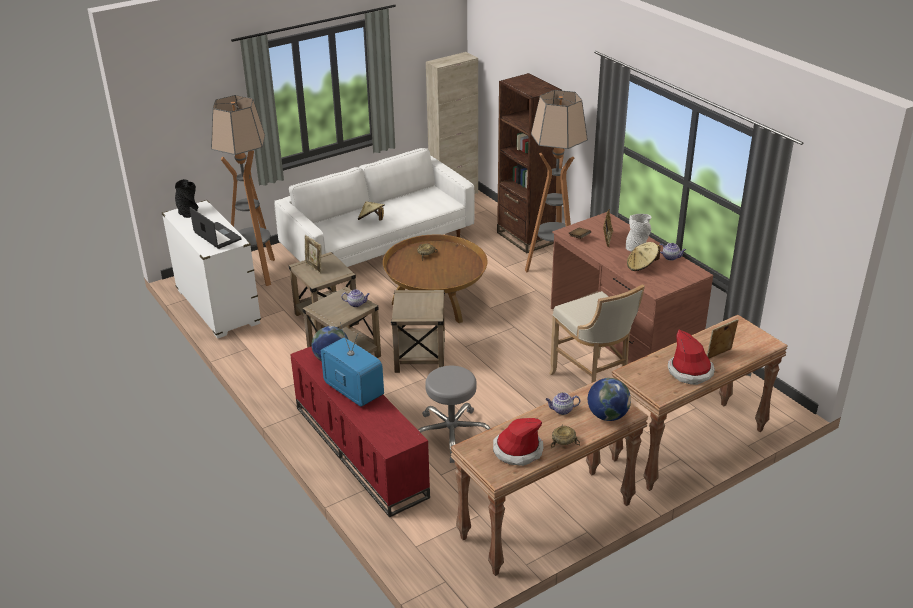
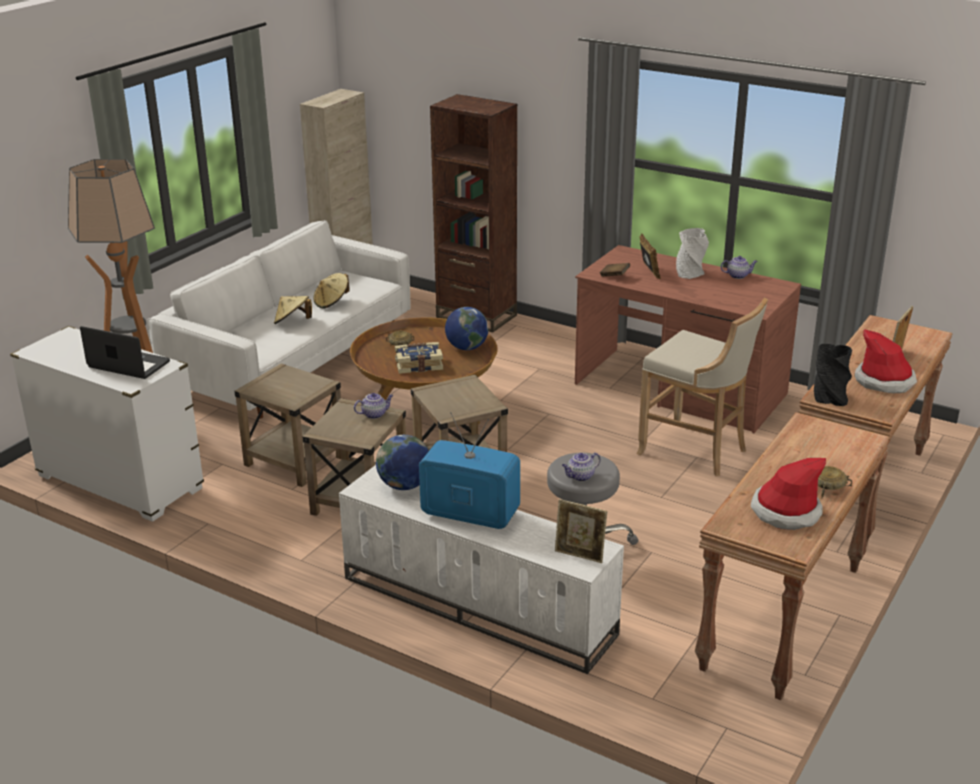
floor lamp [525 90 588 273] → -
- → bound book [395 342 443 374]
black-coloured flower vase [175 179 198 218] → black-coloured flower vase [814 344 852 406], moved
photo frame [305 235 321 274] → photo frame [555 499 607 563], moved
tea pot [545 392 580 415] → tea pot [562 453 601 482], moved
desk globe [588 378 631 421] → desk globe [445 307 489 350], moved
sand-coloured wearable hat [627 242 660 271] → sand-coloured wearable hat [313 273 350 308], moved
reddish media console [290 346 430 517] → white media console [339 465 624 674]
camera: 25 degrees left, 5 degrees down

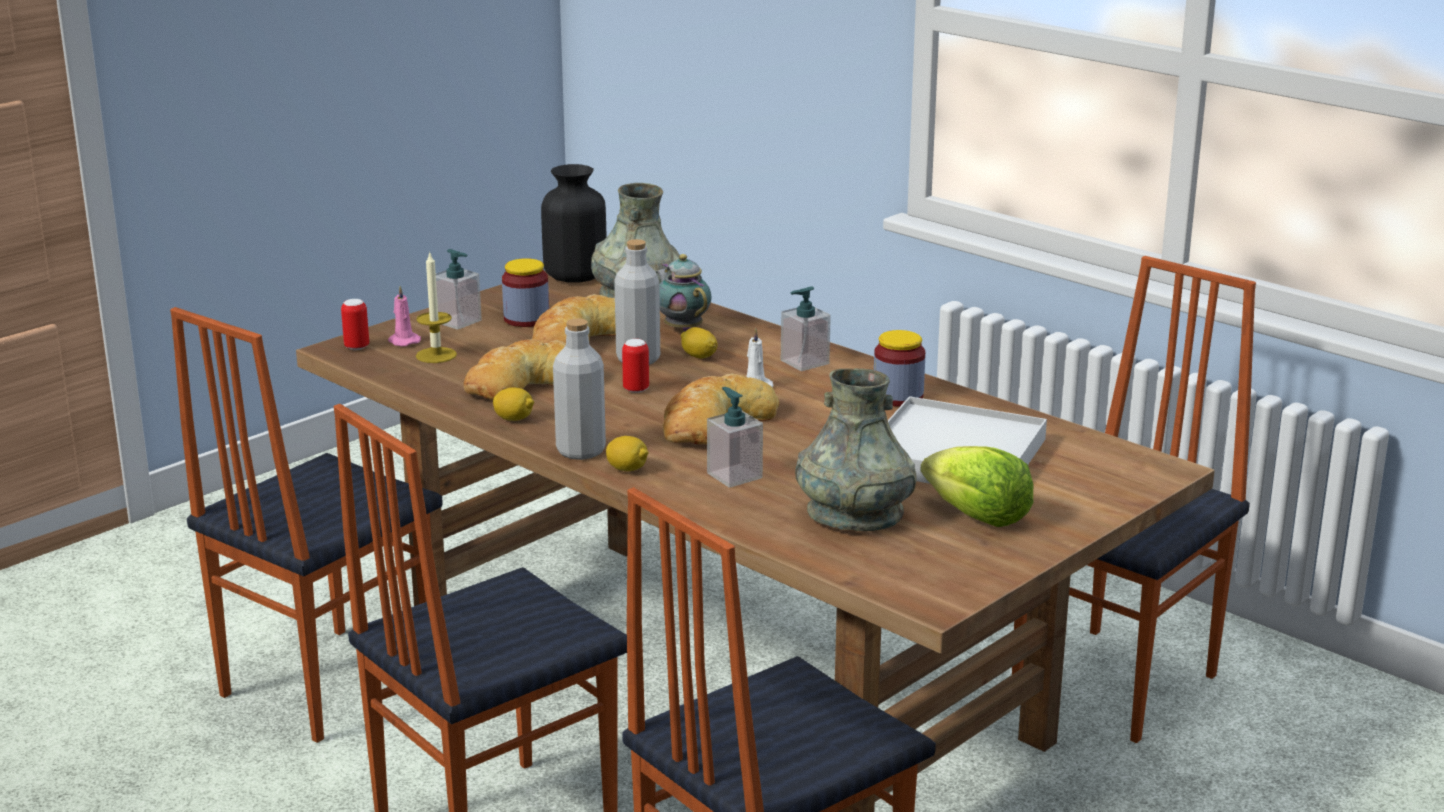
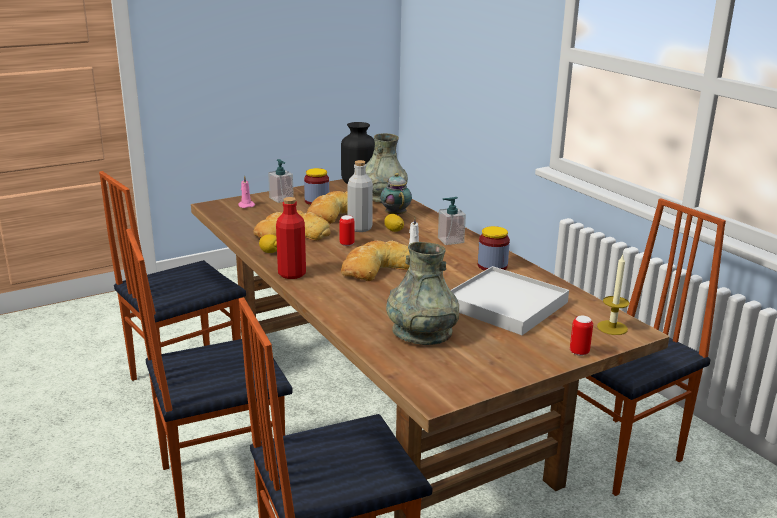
lemon [606 436 649 471] → -
soap dispenser [707 387 763 488] → -
head of lettuce [920 446 1034 527] → -
metal can [341 299 369 350] → metal can [570 316 593 356], moved
candle [416 253 457 363] → candle [597 255 629 335], moved
gray drink bottle [553 318 606 460] → reddish drink bottle [276 197 306 279]
camera: 15 degrees right, 0 degrees up

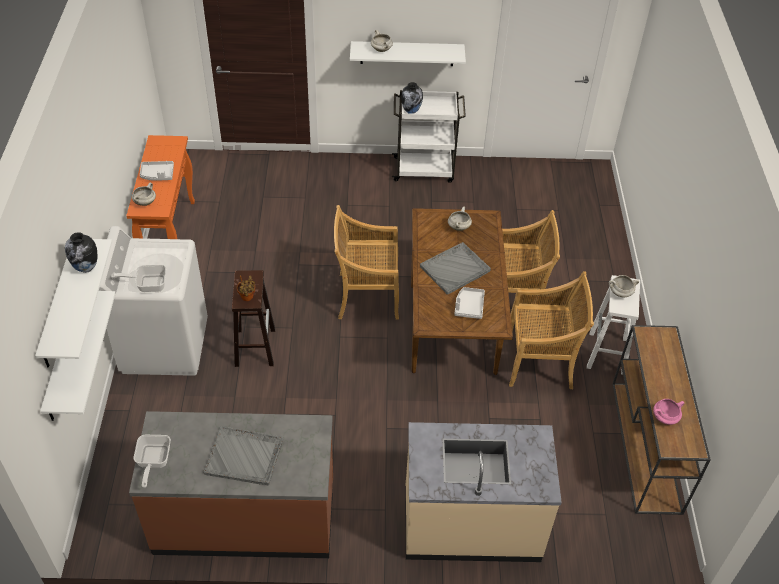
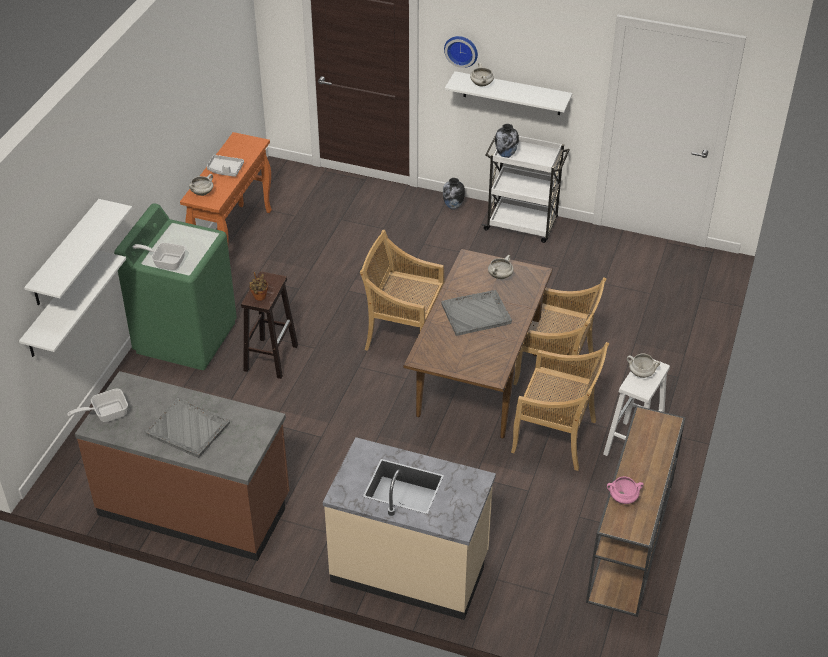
gray serving tray [454 287 485 319] → -
- → clock on the wall [444 36 478 68]
flower vase [65 232 98 273] → flower vase [443 178 465 210], moved
white washing machine [99 226 208 376] → green washing machine [114 203 237 370]
frying pan [134 435 171 488] → frying pan [67 389 128 422], 45 degrees clockwise
camera: 20 degrees right, 5 degrees down

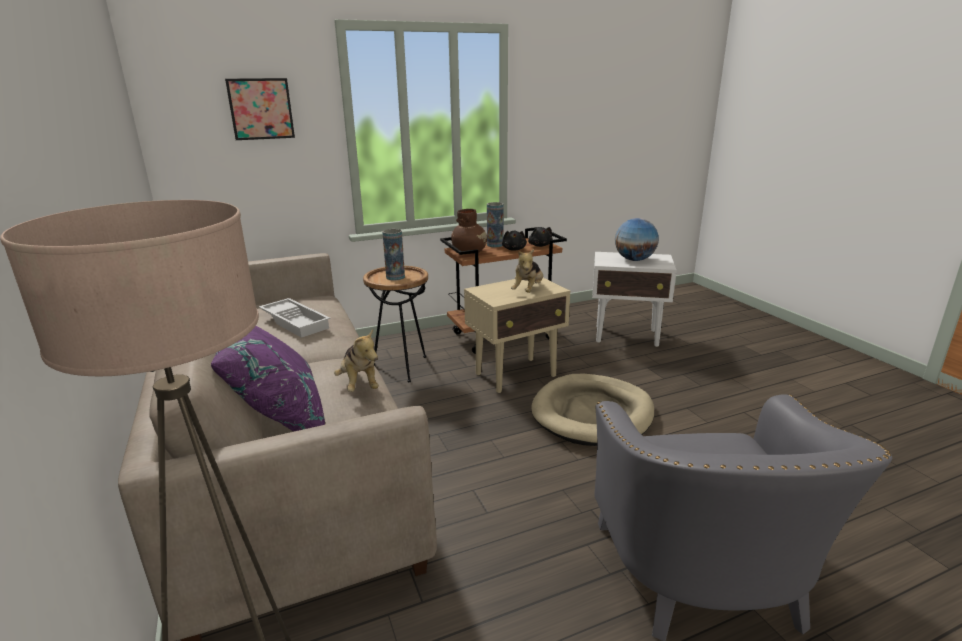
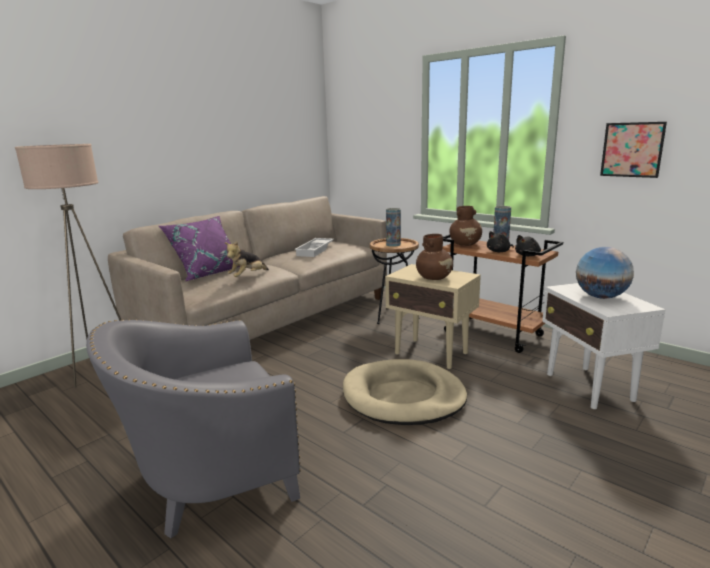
picture [225 78 295 140] → picture [600 122 667 178], moved
plush toy [511 249 543 293] → brown flower vase [416 234 453 280]
camera: 65 degrees right, 5 degrees down

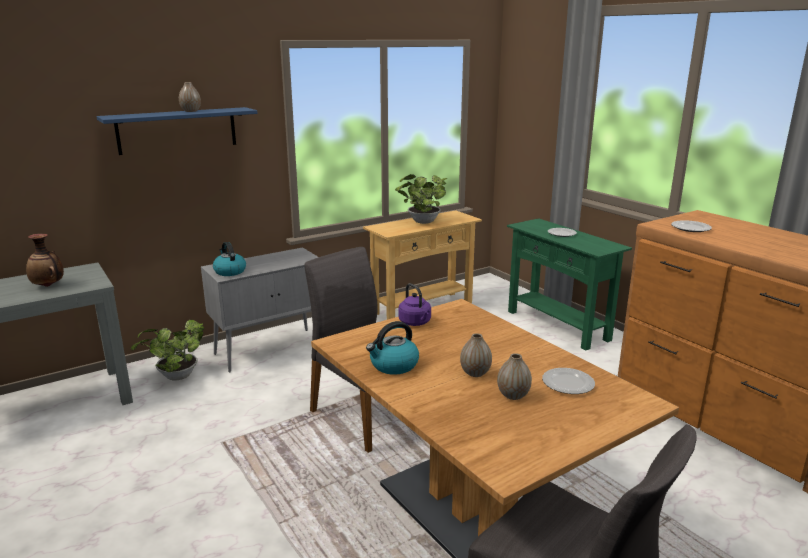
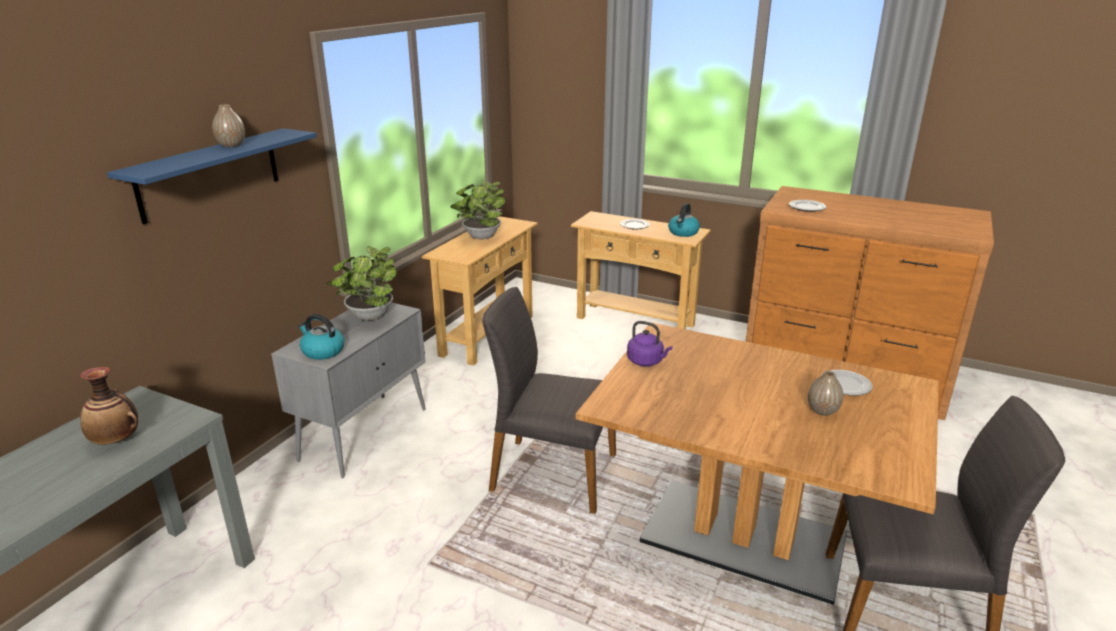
flower vase [460 333 492 377] → -
houseplant [131 320 204 380] → houseplant [327 246 397 321], moved
kettle [366 321 419 375] → kettle [668 203 700 237], moved
green narrow table [507 218 632 350] → sand-coloured narrow table [571 211 711 329]
camera: 30 degrees left, 5 degrees up

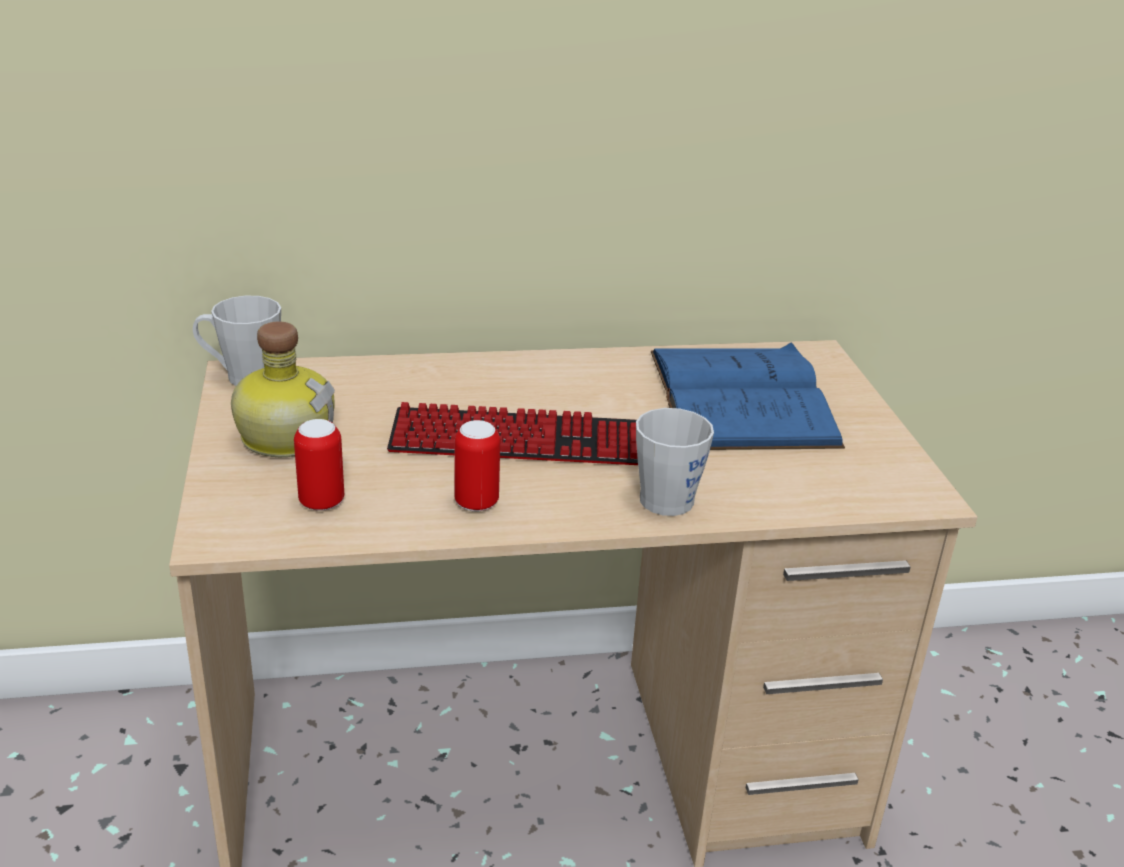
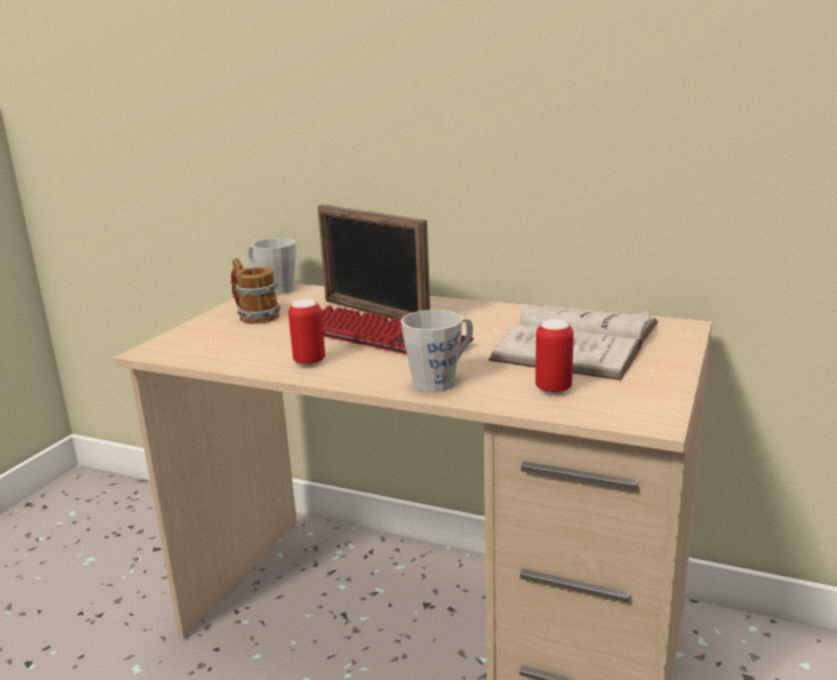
- → photo frame [318 205 430 320]
metal can [294 419 344 511] → metal can [535 319 574 394], moved
drink bottle [231 321 335 457] → mug [231 258 281 324]
blue bound book [651 342 845 450] → white bound book [488 305 658 380]
camera: 35 degrees right, 10 degrees down

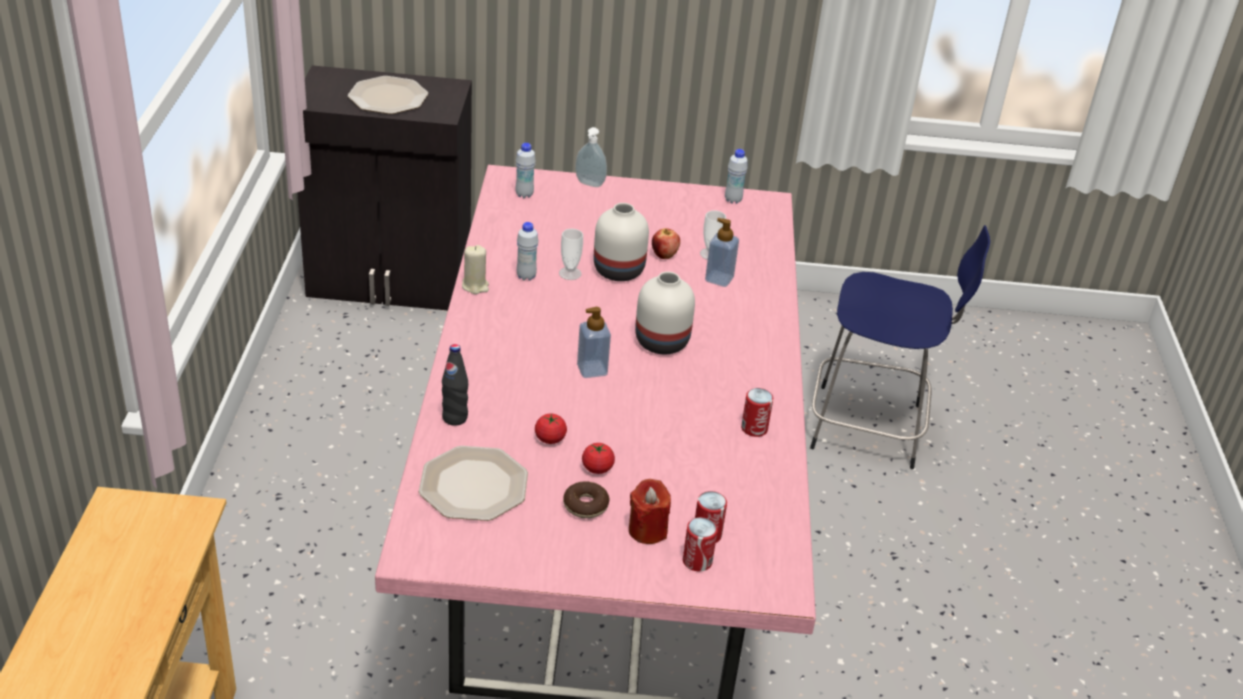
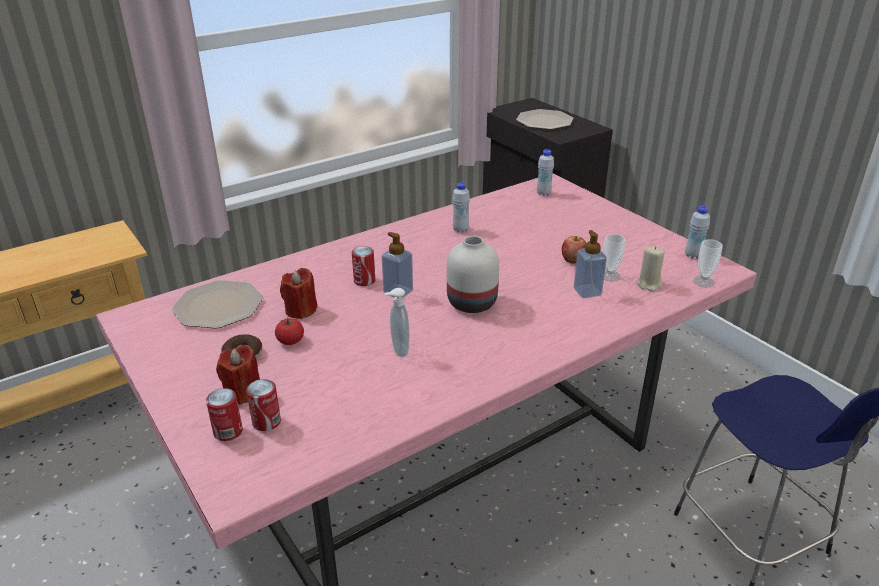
black-coloured drink bottle [442 344 468 426] → -
white flower vase [594 203 649 281] → -
sand-coloured candle [462 245 489 294] → sand-coloured candle [636 246 664 292], moved
drinking cup [559 229 583 280] → drinking cup [693 239 723 288], moved
soap dispenser [575 127 607 187] → soap dispenser [385 288 410 357], moved
metal can [741 388 773 437] → metal can [352 246 375 286], moved
tomato [535 413 567 444] → reddish candle [280 268 317 319]
camera: 55 degrees right, 5 degrees down

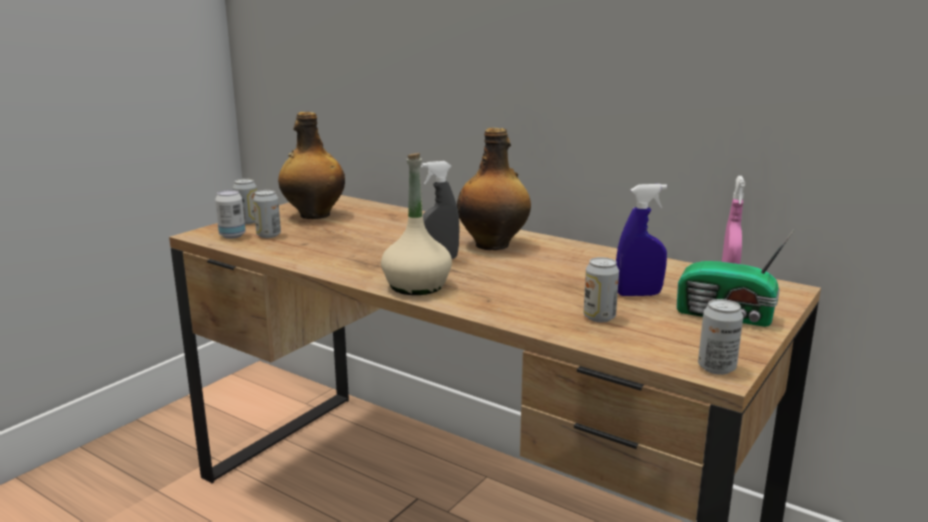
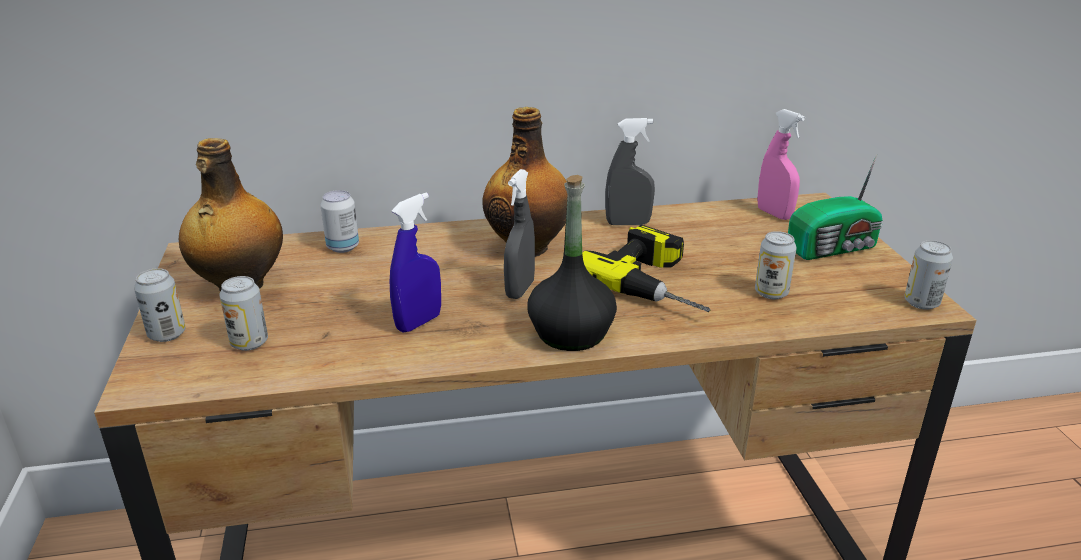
- → electric drill [582 225 710 312]
- → gray sprayer [605 118 655 225]
metal can [215 190 246 239] → metal can [320 190 359 253], moved
blue sprayer [616 184 667 296] → blue sprayer [390 193 441 333], moved
sand-coloured drink bottle [381 153 452 295] → black-coloured drink bottle [528 175 617 351]
camera: 45 degrees left, 10 degrees up

